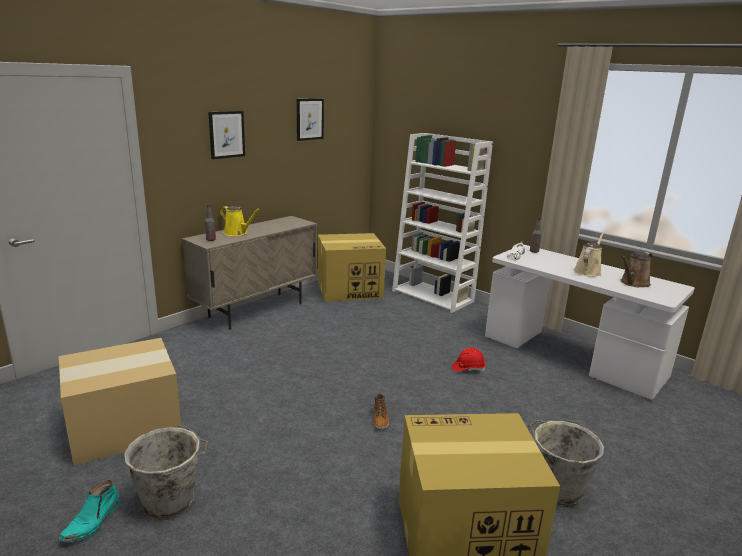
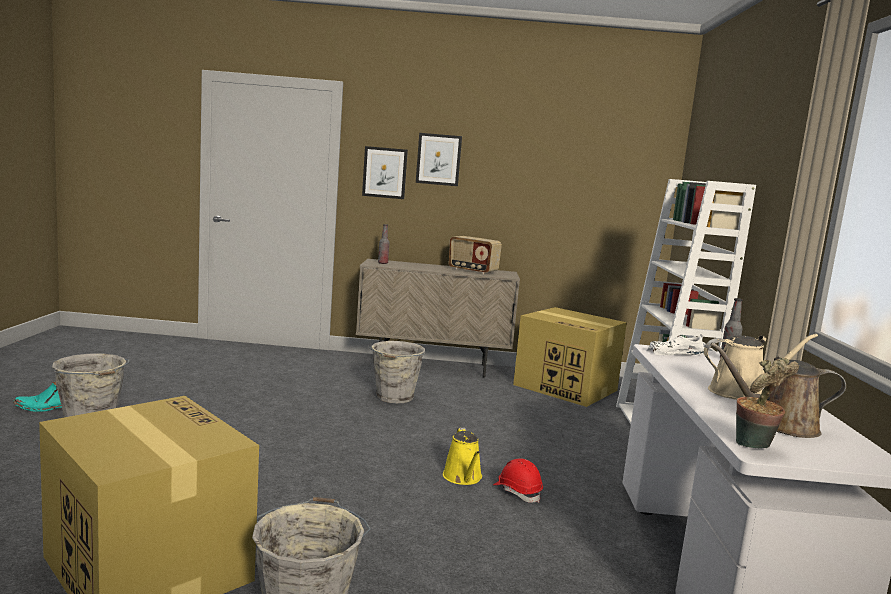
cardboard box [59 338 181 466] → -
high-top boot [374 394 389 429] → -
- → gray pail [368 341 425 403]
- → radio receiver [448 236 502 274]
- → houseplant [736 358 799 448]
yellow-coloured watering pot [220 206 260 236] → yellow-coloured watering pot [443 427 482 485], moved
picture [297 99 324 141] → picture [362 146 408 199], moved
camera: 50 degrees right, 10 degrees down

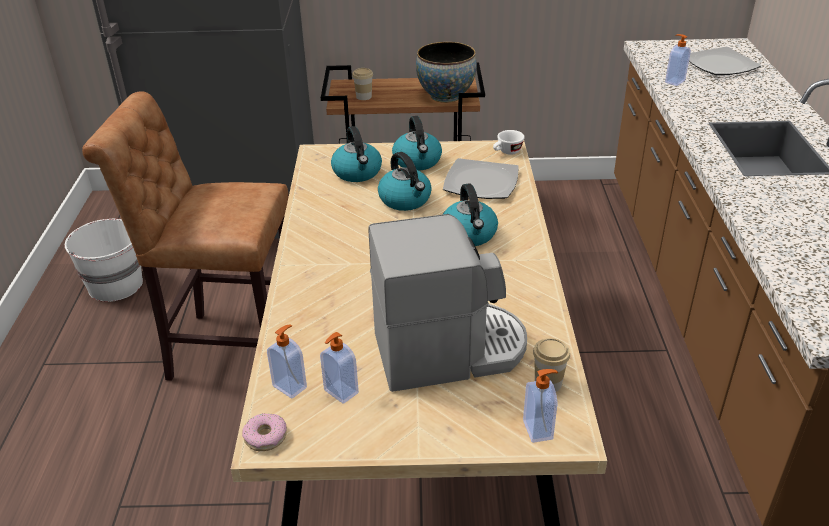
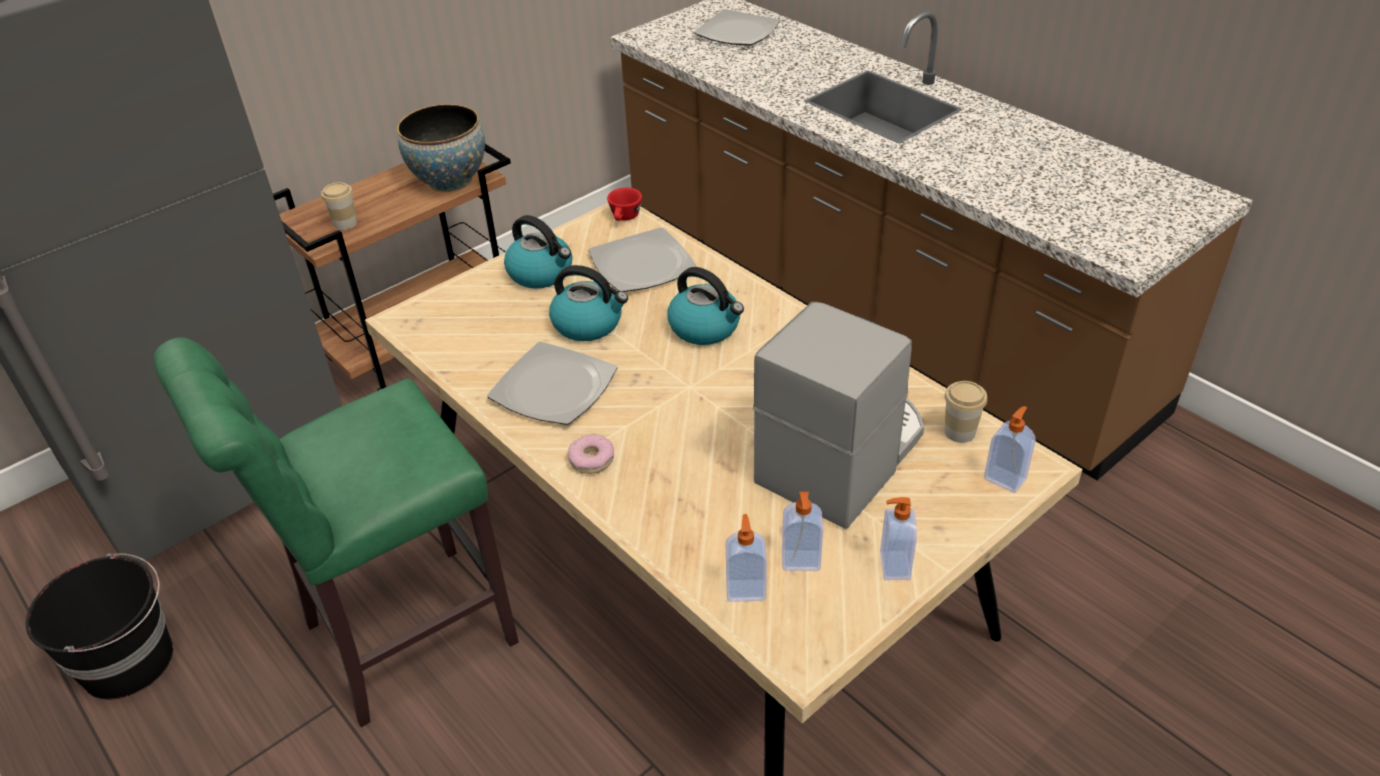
kettle [331 126 382 182] → -
- → plate [487 342 617 425]
ring doughnut [242 413 287 451] → ring doughnut [568 434 614 474], moved
soap dispenser [665 34 691 86] → soap dispenser [880 497 917 580], moved
white pail [65 219 143 302] → black-coloured pail [26 553 173 699]
brown stool seat [82 91 289 381] → green stool seat [154 337 519 727]
white drinking cup [493 130 525 155] → reddish drinking cup [607 187 642 221]
camera: 40 degrees left, 5 degrees up

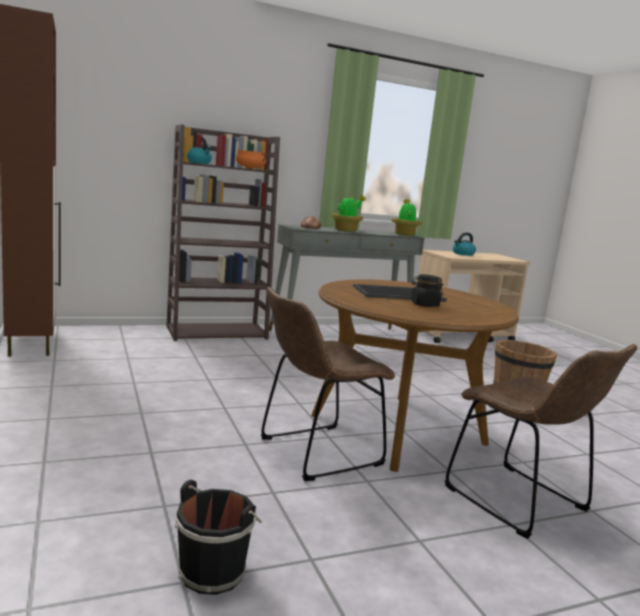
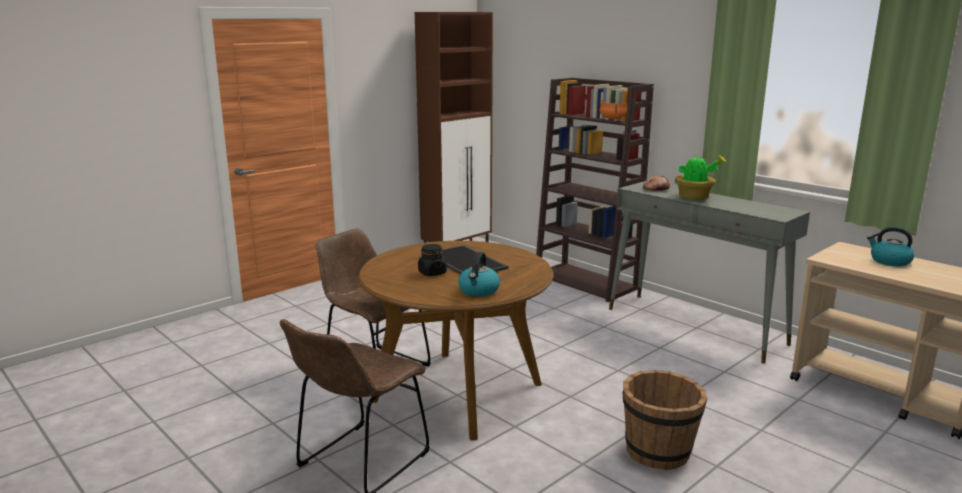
black-coloured pail [175 480 262 595] → -
houseplant [392 199 422 236] → -
kettle [187 137 212 164] → kettle [458 252 500 297], moved
camera: 70 degrees right, 5 degrees up

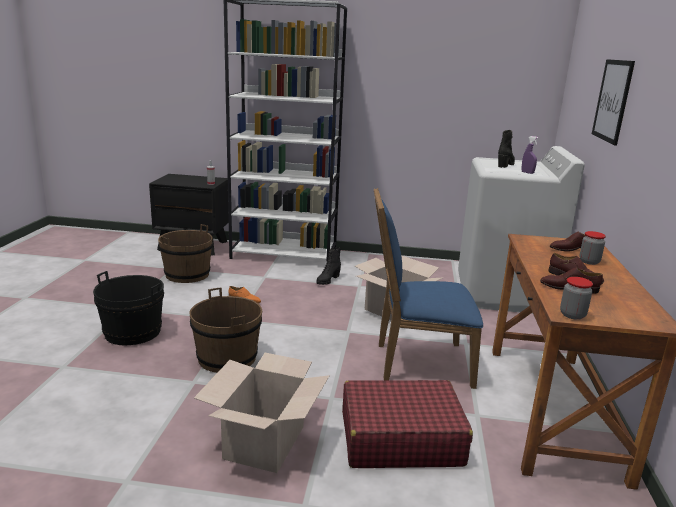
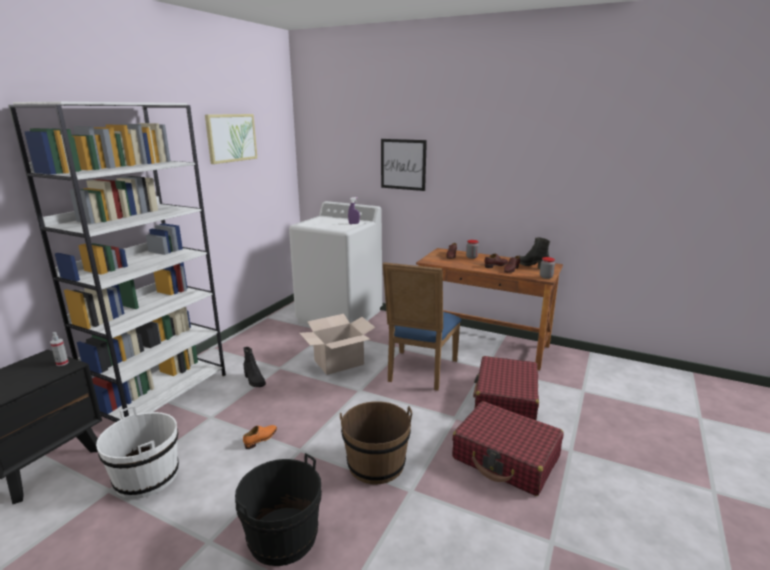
- → picture [205 114 257 164]
black-coloured high-top boot [498 130 515 168] → black-coloured high-top boot [519 237 550 269], moved
cardboard box [194 353 330 473] → reddish suitcase [452 401 564 496]
brown pail [158 224 213 283] → white pail [96 406 179 499]
camera: 70 degrees left, 0 degrees up

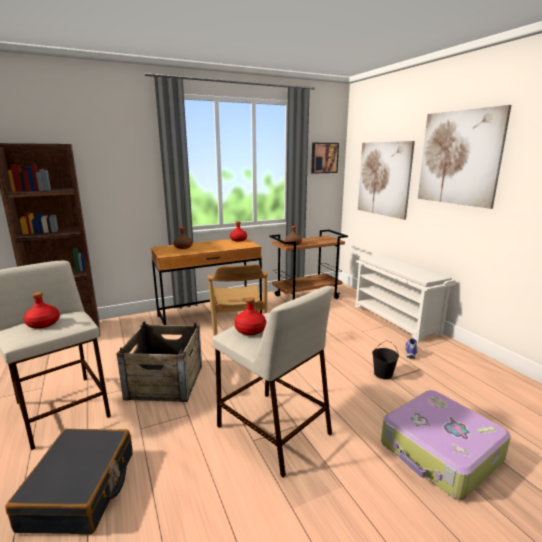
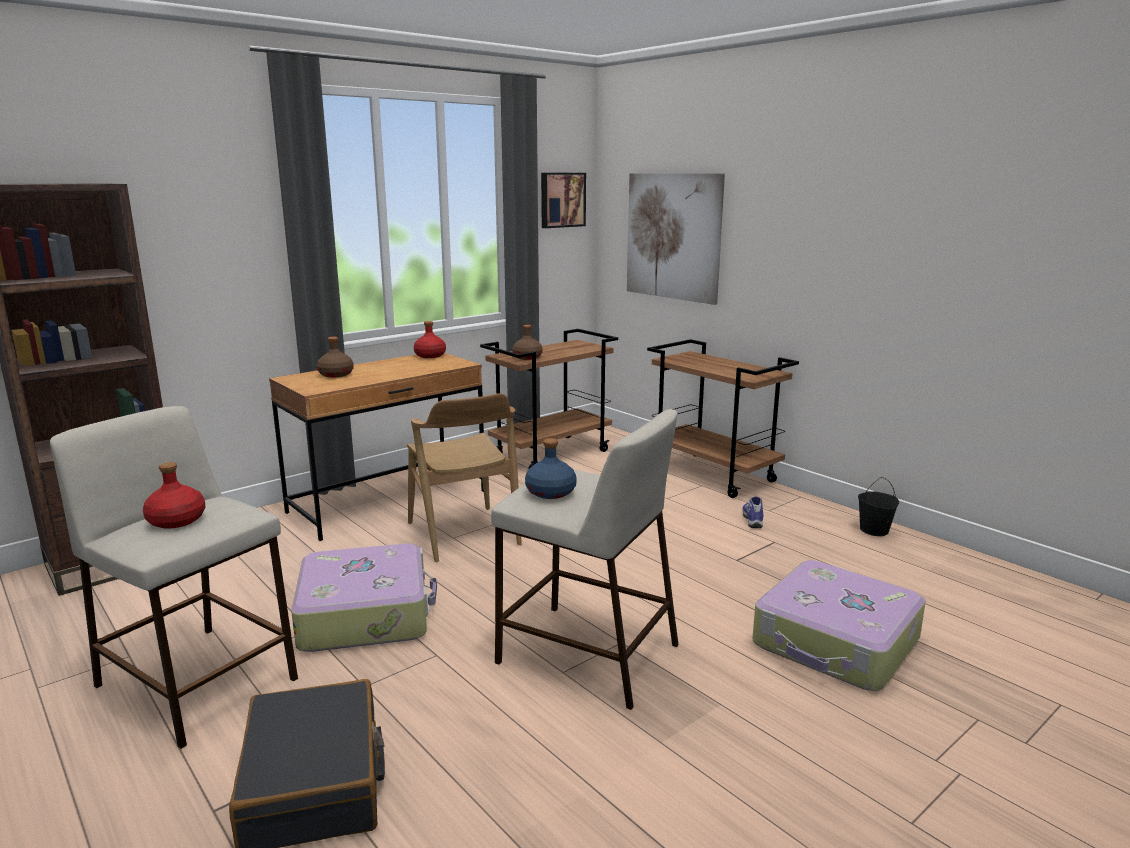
picture [418 105 511 209] → -
black-coloured pail [372 340 399 379] → black-coloured pail [858 477 899 536], moved
packing crate [117 321 202 402] → suitcase [291 543 437 652]
white shoe rack [355 254 455 343] → brown trolley [647 339 799 498]
reddish drink bottle [234 297 266 335] → blue drink bottle [525 438 577 499]
camera: 15 degrees left, 0 degrees up

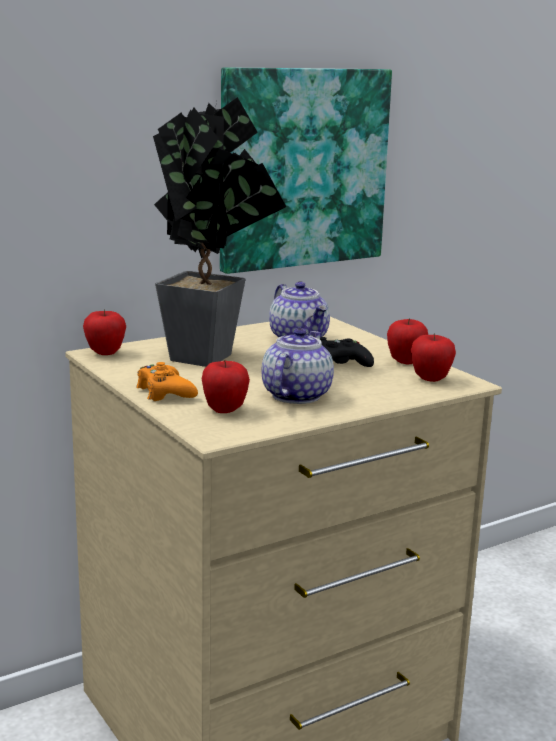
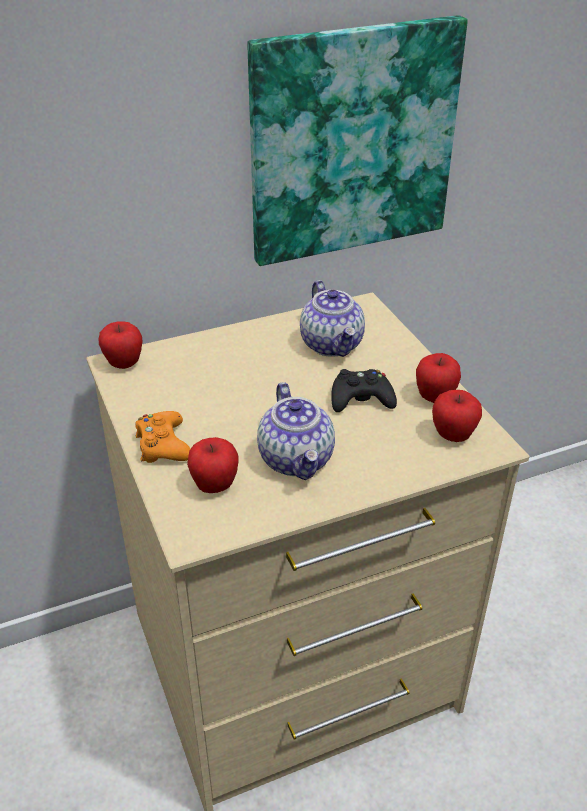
houseplant [153 97 286 367] → -
tea pot [262 328 334 404] → tea pot [257 382 335 480], 135 degrees clockwise
camera: 10 degrees right, 20 degrees up

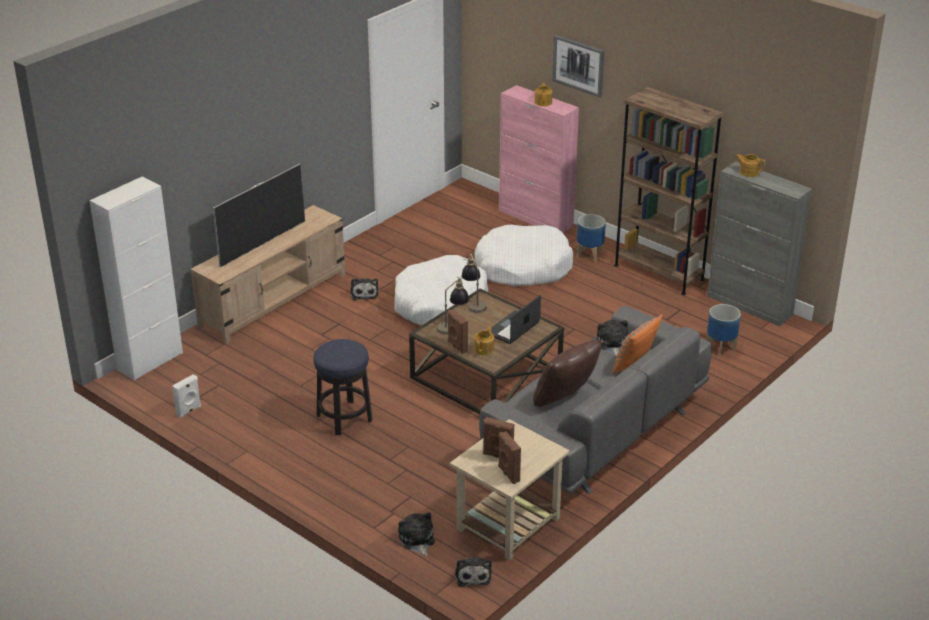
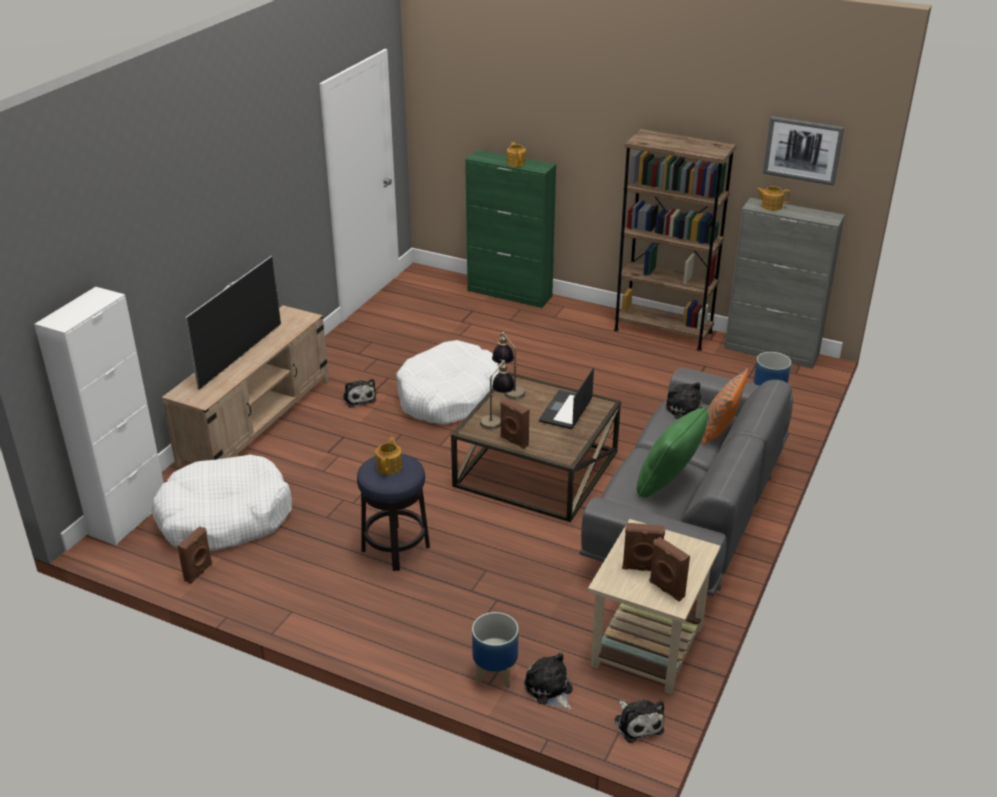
white dog cushion [474 225 573 286] → white dog cushion [152 455 292 551], moved
tea pot [474 327 494 355] → tea pot [375 437 402 475], moved
picture [552 34 604 97] → picture [763 116 844 186], moved
planter [577 214 606 261] → planter [472 612 518 689], moved
white audio speaker [172 374 201 418] → brown audio speaker [177 526 212 584]
pink cupboard [499 85 579 233] → green cupboard [465 150 556 308]
brown cushion [533 340 602 407] → green cushion [636 408 708 497]
camera: 15 degrees left, 0 degrees up

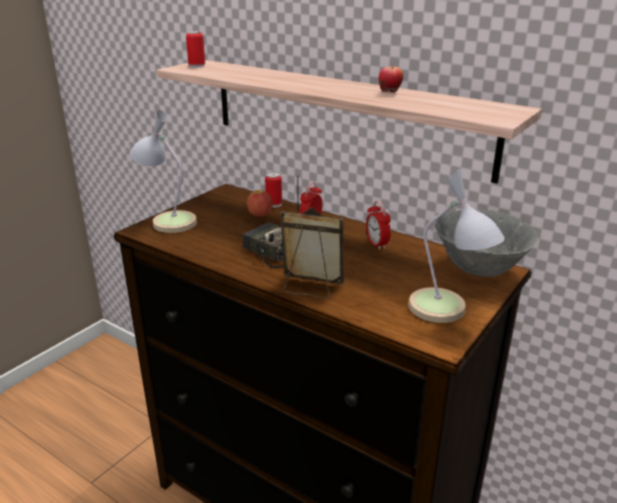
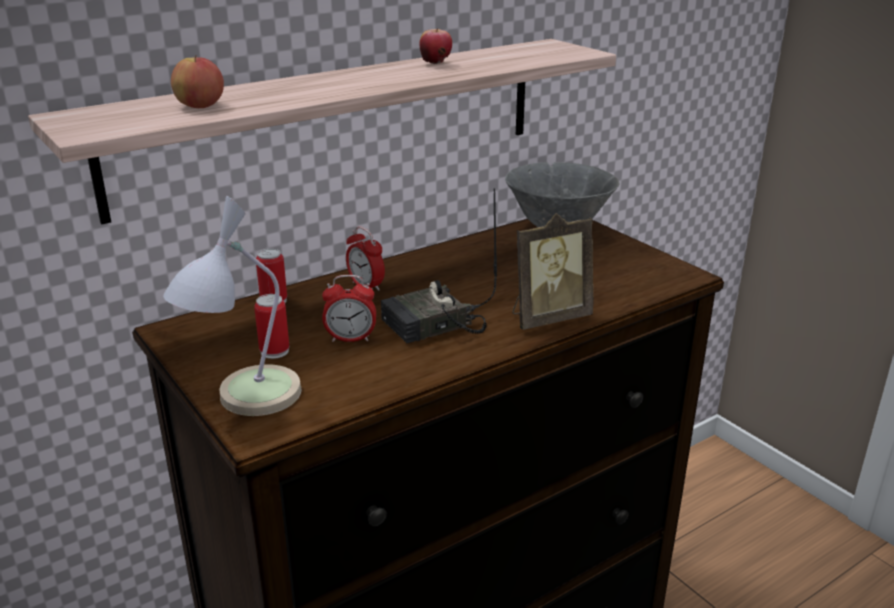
tabletop lamp [409 169 505 323] → -
metal can [186 31 205 68] → metal can [254 294 289 359], moved
apple [247 190 273 217] → apple [171 54 224 108], moved
bedside clock [366 201 391 250] → bedside clock [322 275 376 342], moved
photo frame [280 207 344 299] → photo frame [512 213 594 330], 150 degrees counterclockwise
camera: 70 degrees left, 0 degrees up

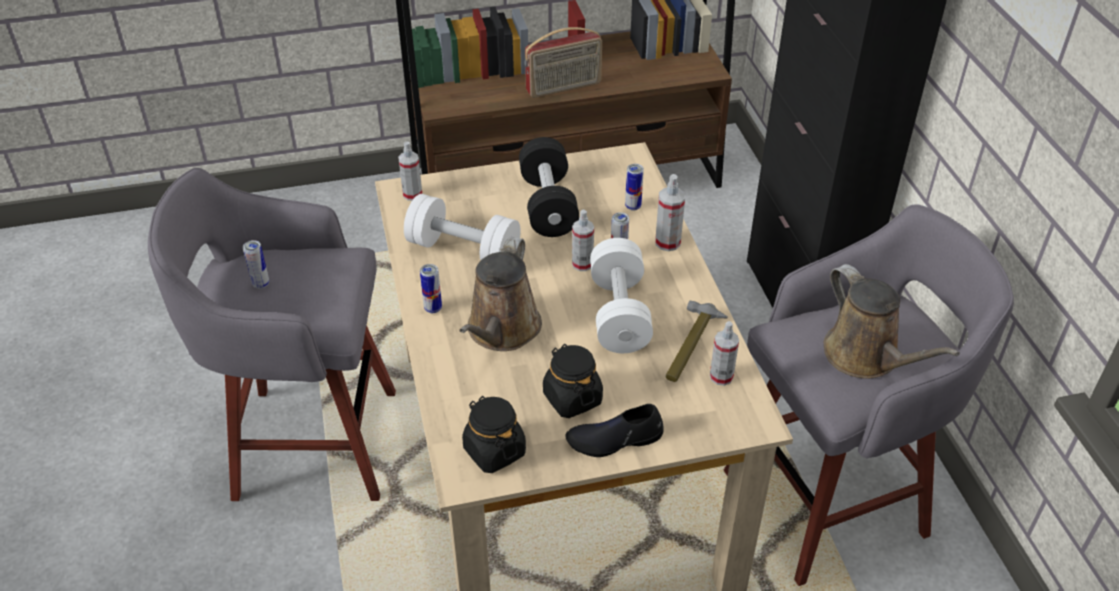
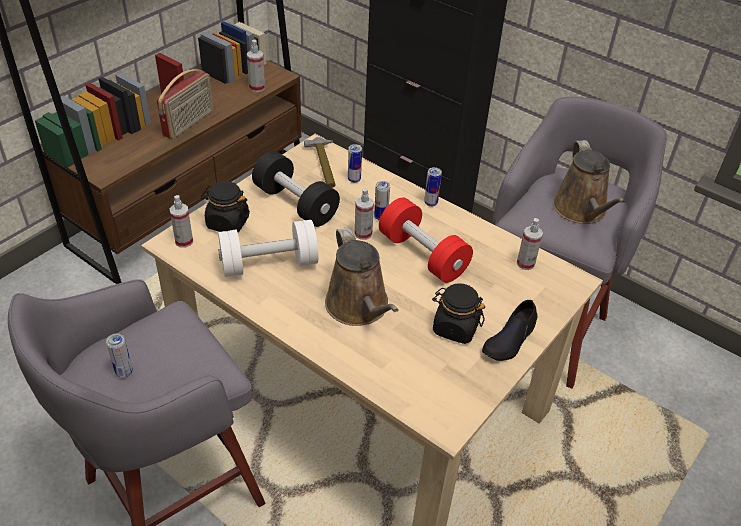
metal can [420 264 442 313] → metal can [424 167 442 207], moved
black-coloured preserve jar [462 396 526 473] → black-coloured preserve jar [201 181 250 232], moved
sprayer [655 174 685 251] → sprayer [247 40 265 92], moved
tool hammer [665 301 728 382] → tool hammer [304 137 336 188], moved
white free weight [590 238 653 353] → reddish free weight [379 198 473 283]
brown watering pot [824 264 960 379] → brown watering pot [553 140 625 224], 60 degrees clockwise
camera: 40 degrees left, 0 degrees up

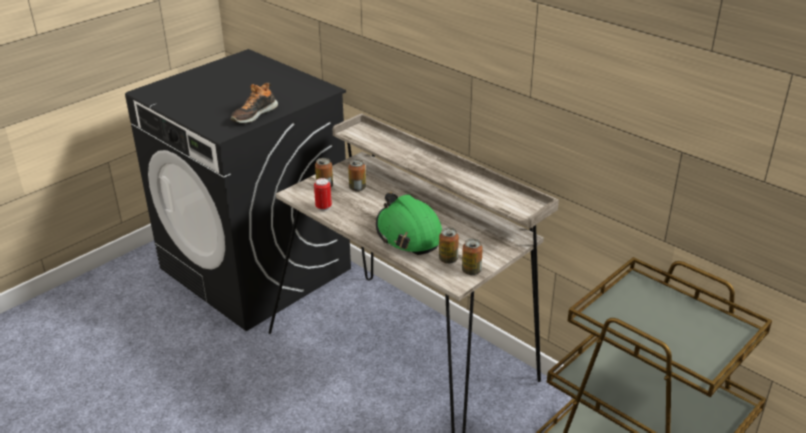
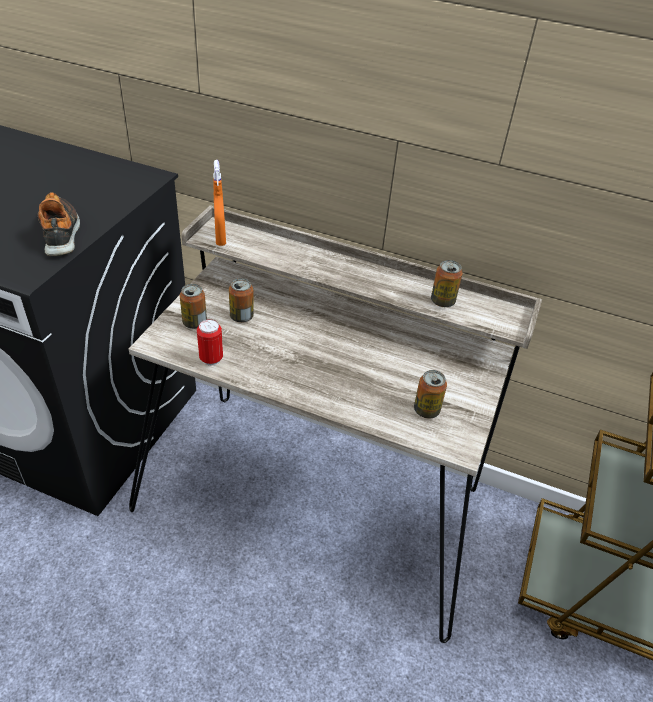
green hard hat [376 192 442 255] → -
- → orange-coloured sprayer [213 160 226 246]
metal can [462 239 483 275] → metal can [431 260 463 307], moved
item of footwear [231 83 278 123] → item of footwear [38 192 80 256], 150 degrees clockwise
camera: 25 degrees left, 10 degrees up

